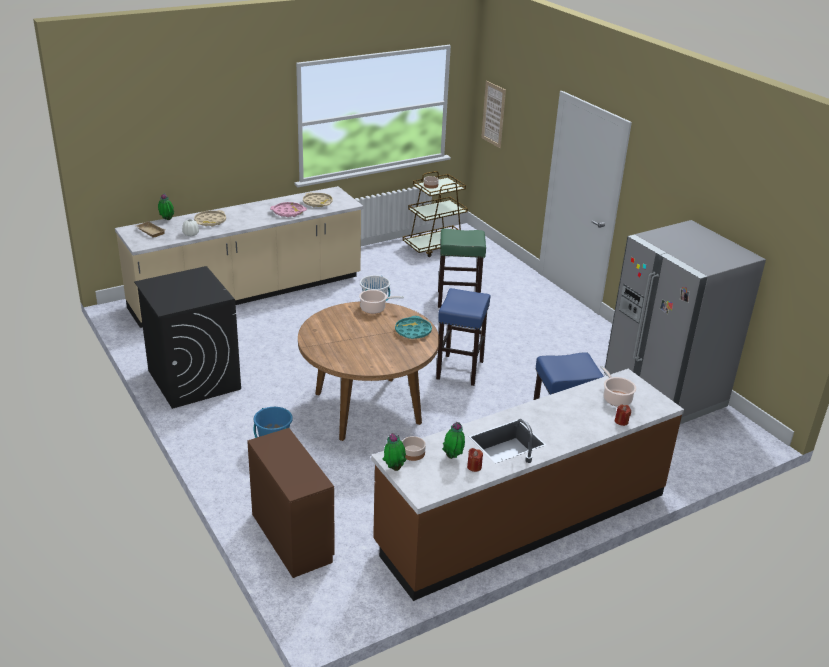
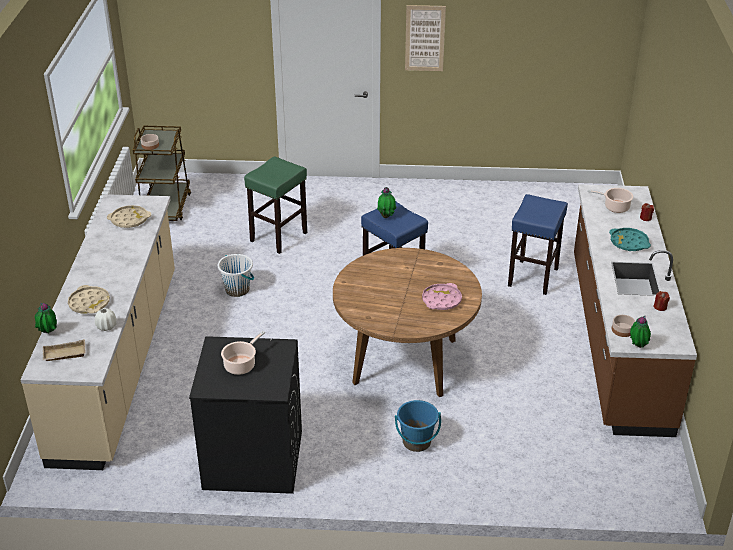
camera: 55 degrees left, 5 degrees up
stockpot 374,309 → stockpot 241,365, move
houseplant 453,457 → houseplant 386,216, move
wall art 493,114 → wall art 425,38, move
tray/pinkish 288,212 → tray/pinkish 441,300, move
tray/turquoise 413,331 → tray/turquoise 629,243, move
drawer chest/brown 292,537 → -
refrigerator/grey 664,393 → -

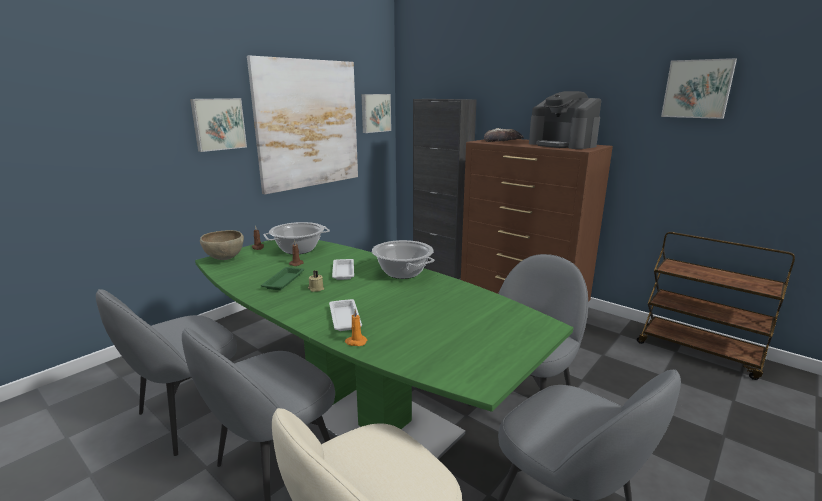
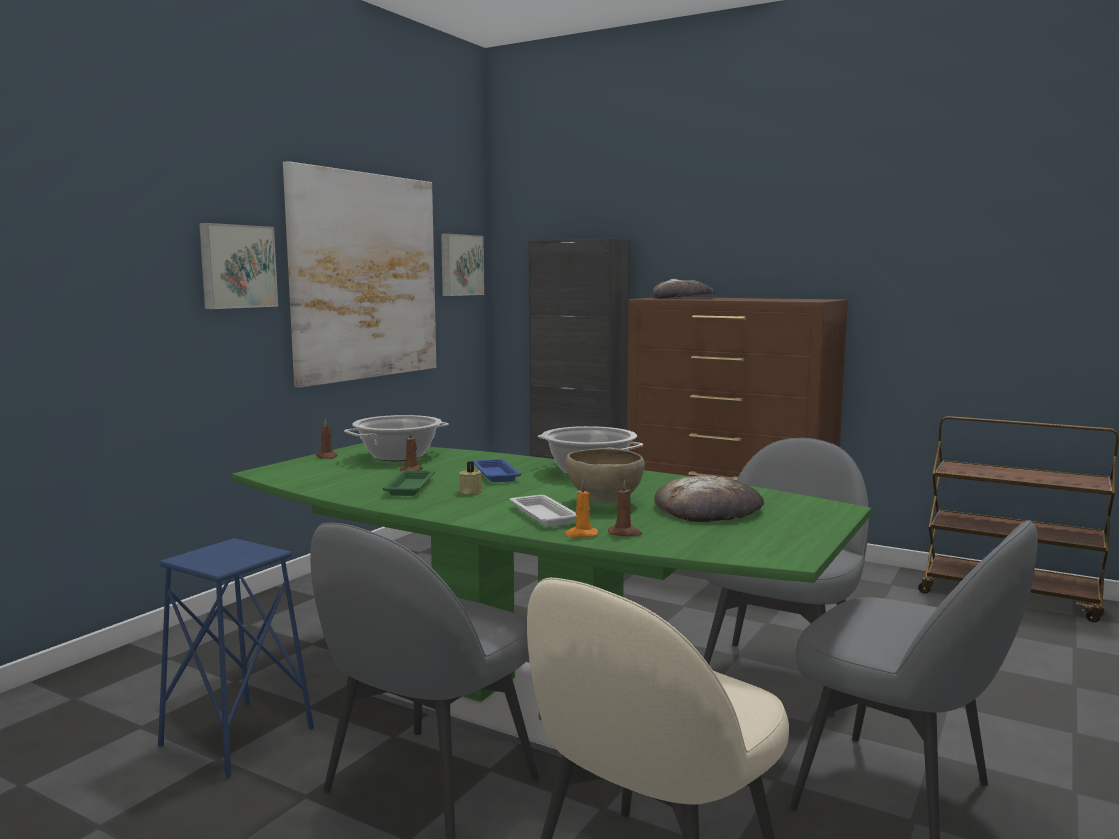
camera: 10 degrees left, 10 degrees down
chair/grey 189,416 → stool/blue 237,737
tray/white 343,271 → tray/blue 495,474
deep dish/brown 224,259 → deep dish/brown 604,503, move
- → wax light/brown 625,533
- → bread 708,508
coffee machine 562,145 → -
wall art 697,89 → -

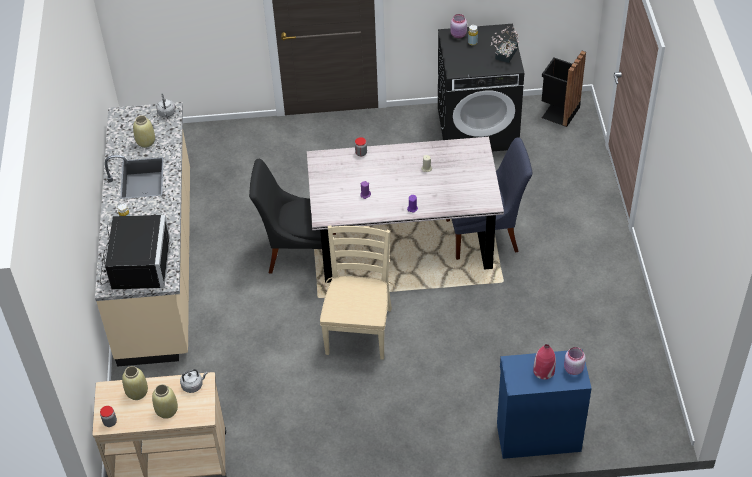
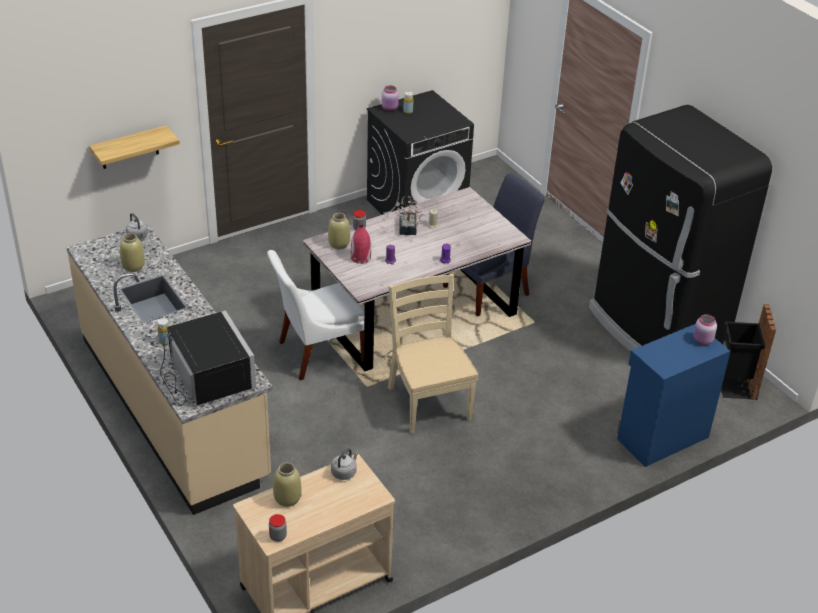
camera: 30 degrees left, 10 degrees down
- → shelf 129,148
chair/black-coloured 298,252 → chair/white 317,353
decorative vase/beige 166,410 → decorative vase/beige 338,244, move
decorative vase/red 543,371 → decorative vase/red 360,258, move
houseplant 504,56 → houseplant 407,229, move
- → refrigerator/black-coloured 655,330
rubbish bin/black-coloured 558,112 → rubbish bin/black-coloured 734,385, move

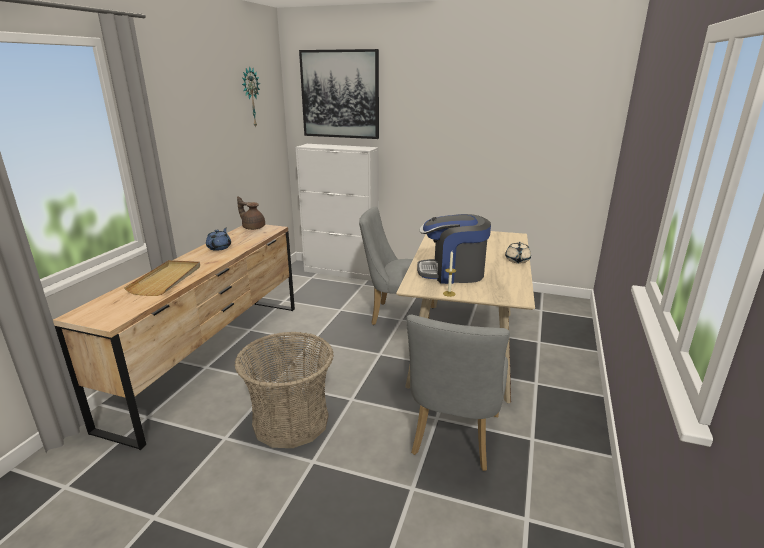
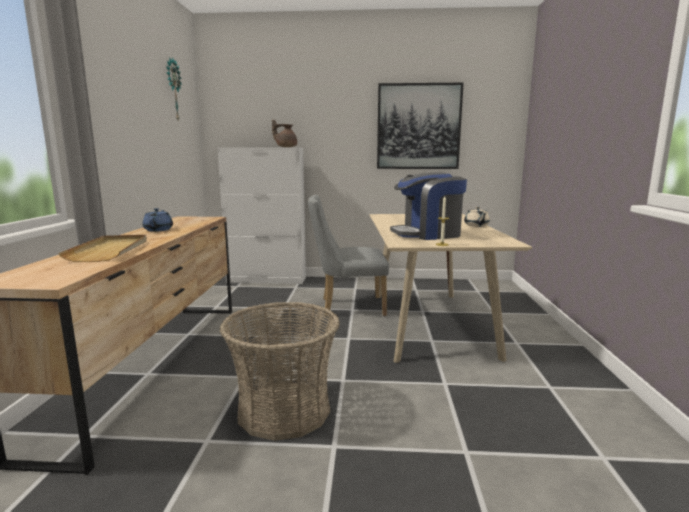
camera: 15 degrees left, 10 degrees down
pot for tea/brown 253,227 → pot for tea/brown 286,147, move
wall art 340,94 → wall art 418,127, move
chair/grey 453,439 → -

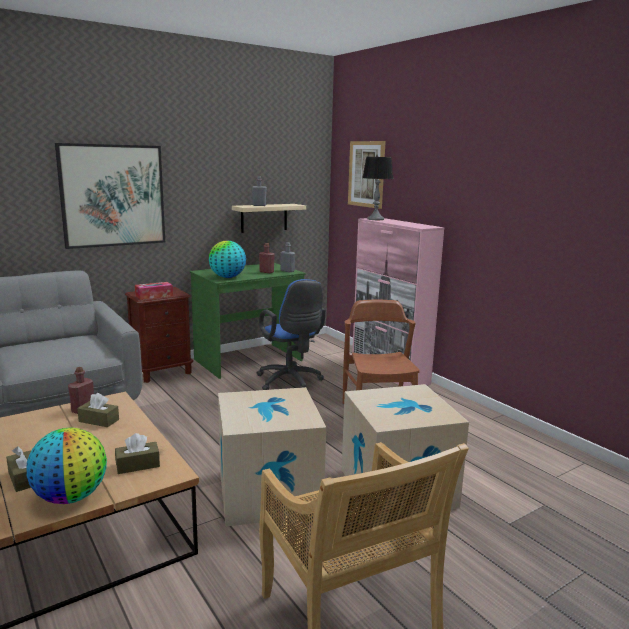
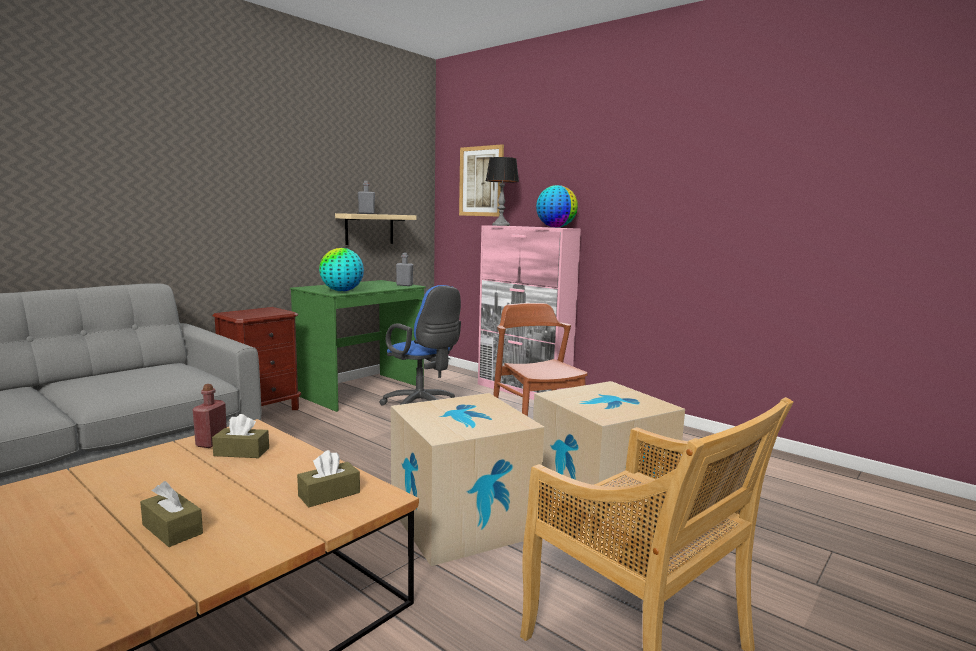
camera: 15 degrees left, 5 degrees down
world globe 71,497 → world globe 555,227, move
wall art 113,195 → -
tissue holder 154,296 → -
bottle/red 266,272 → -

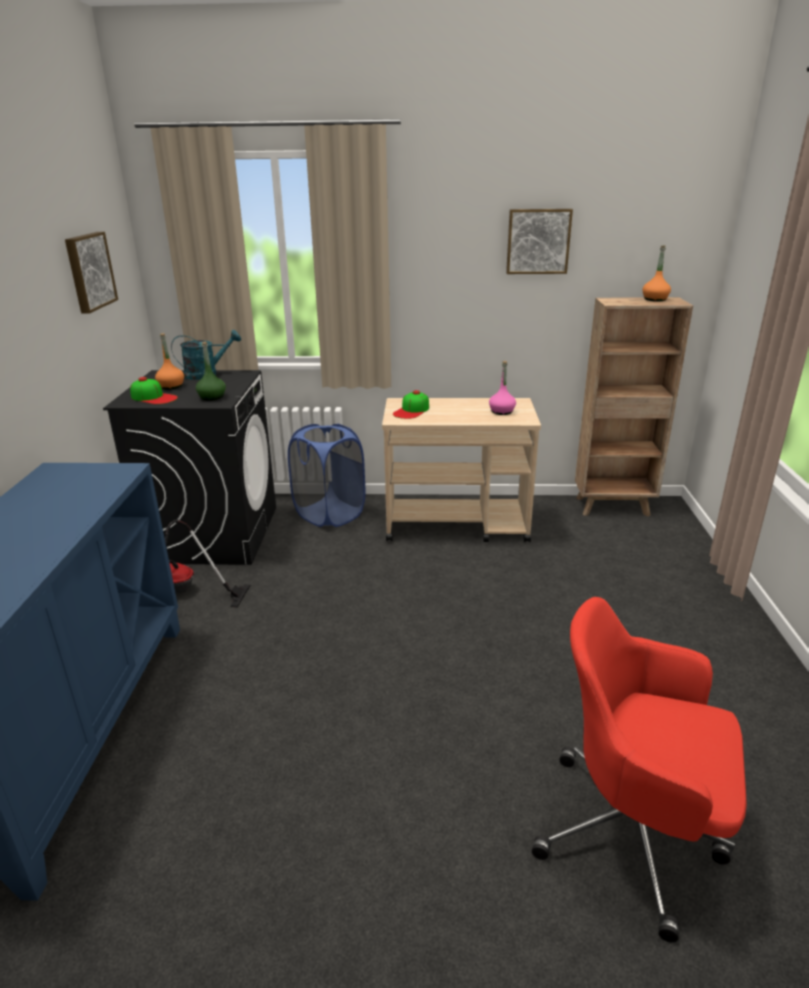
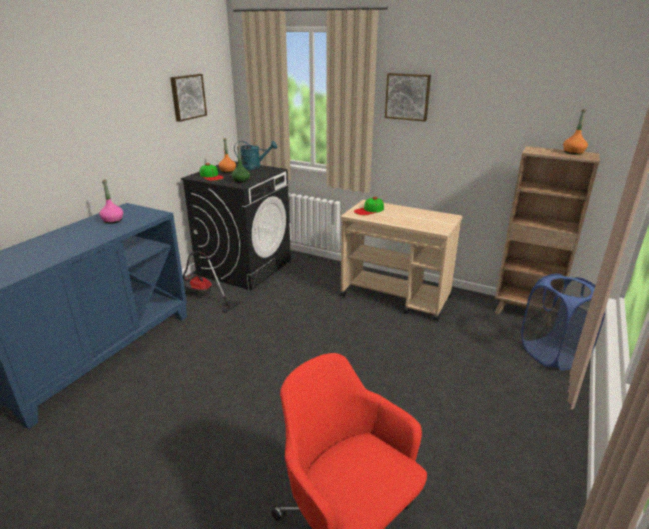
camera: 25 degrees right, 0 degrees up
bottle/pinkish 502,411 → bottle/pinkish 113,220, move
wall art 538,241 → wall art 407,96, move
washing basket/blue 329,514 → washing basket/blue 552,354, move

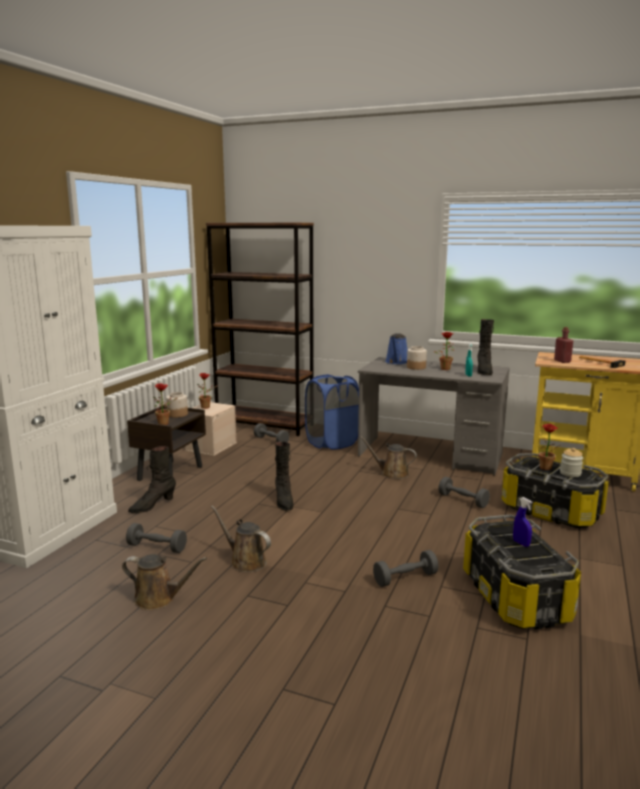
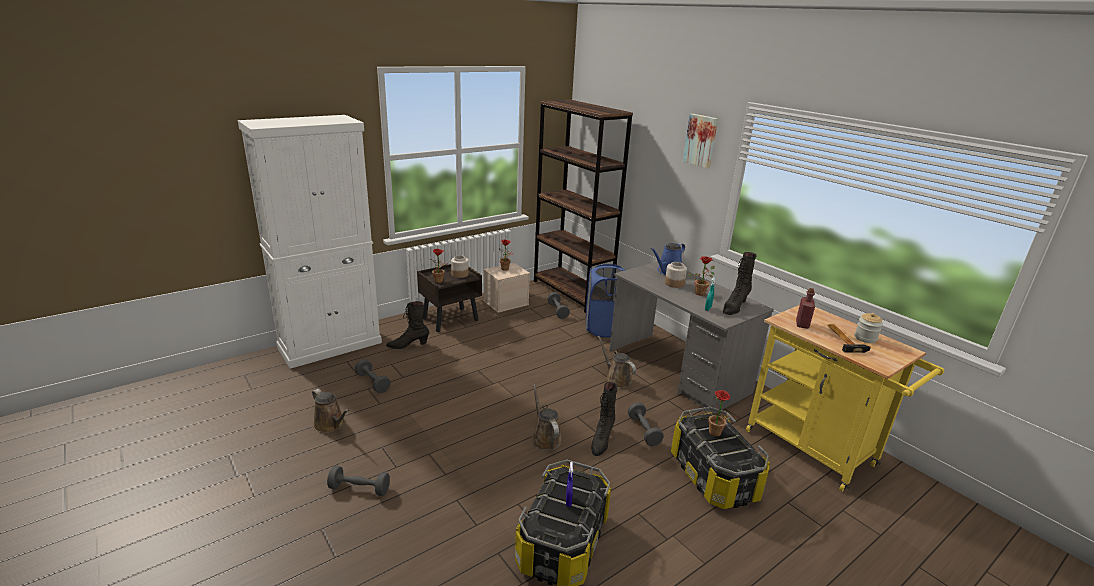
camera: 30 degrees right, 10 degrees up
dumbbell/grey 405,578 → dumbbell/grey 359,489, move
watering pot/brown 245,561 → watering pot/brown 545,438, move
high-top boot/black-coloured 284,501 → high-top boot/black-coloured 601,441, move
- → wall art 701,140
preserve jar 570,473 → preserve jar 865,338, move

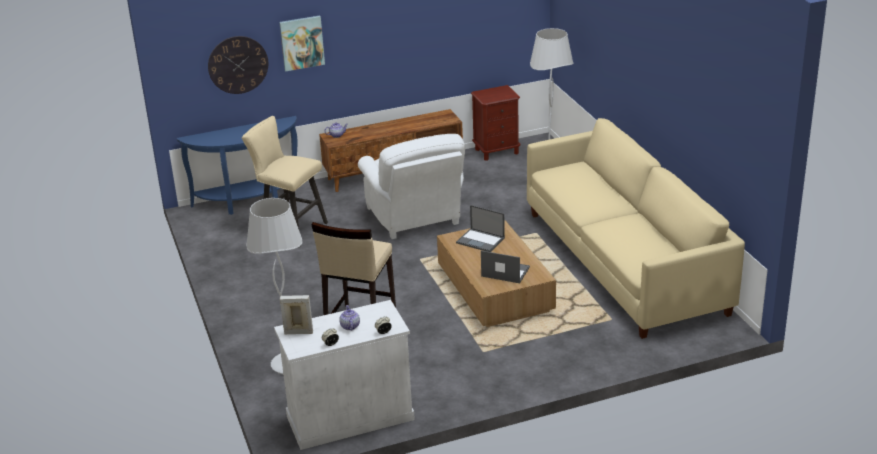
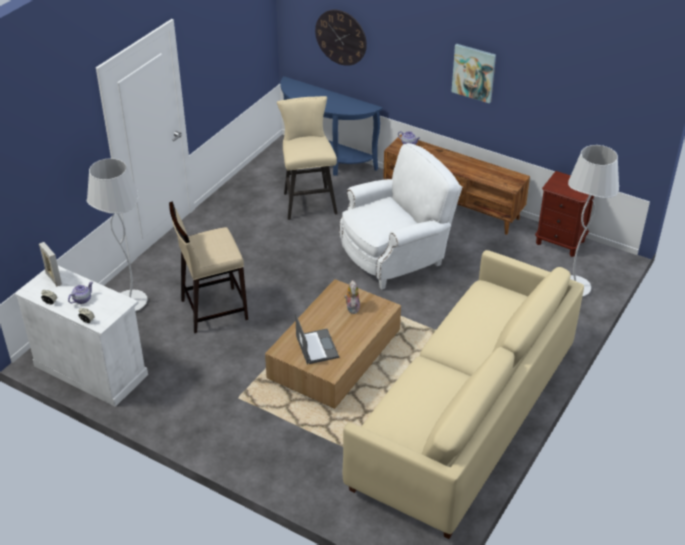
camera: 50 degrees right, 10 degrees up
easy chair/white 415,218 → easy chair/white 396,254, 150 degrees counterclockwise
laptop 481,240 → cuddly toy 352,307
wall art 302,42 → wall art 474,72, move

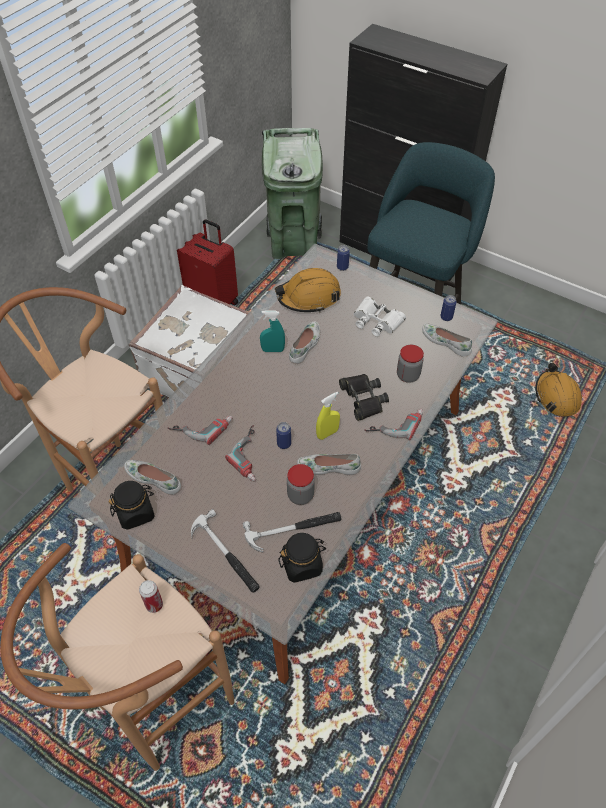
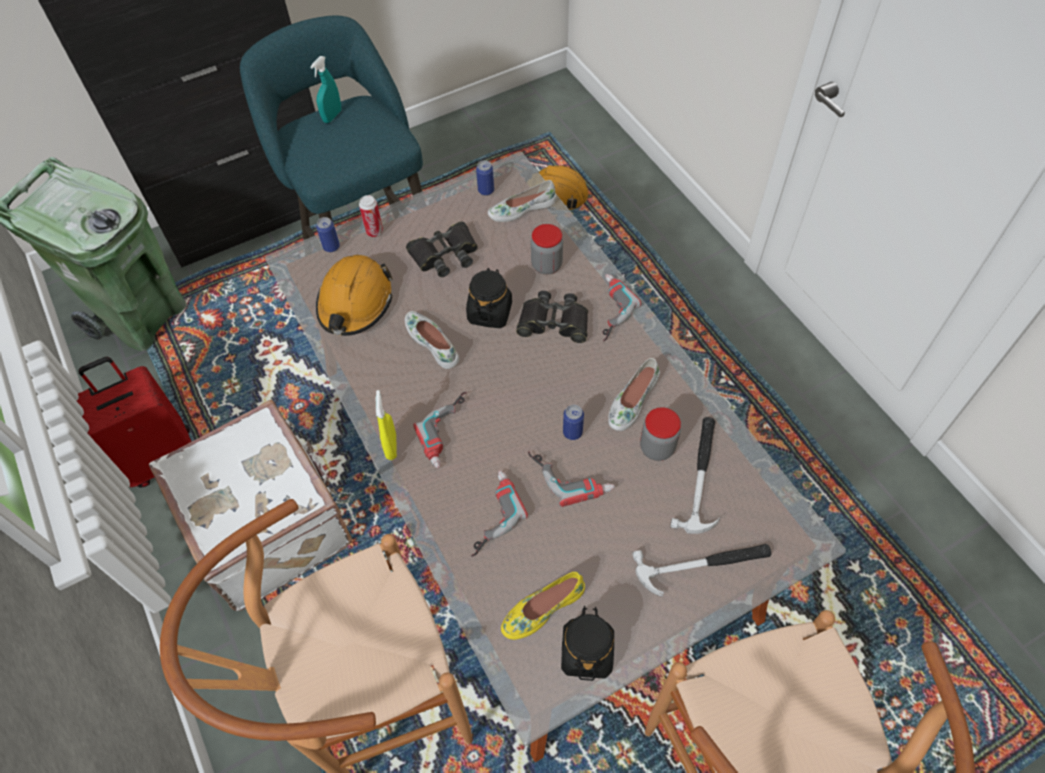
camera: 60 degrees left, 5 degrees up
sprayer/turquoise 273,350 → sprayer/turquoise 332,116, move
metal can 154,605 → metal can 374,232, move
sprayer/yellow 327,433 → sprayer/yellow 391,446, move
binoculars/white 377,321 → binoculars/black-coloured 445,254
- → drill 450,433
preserve jar/black-coloured 302,564 → preserve jar/black-coloured 490,312, move
item of footwear/white 153,478 → item of footwear/yellow 542,608

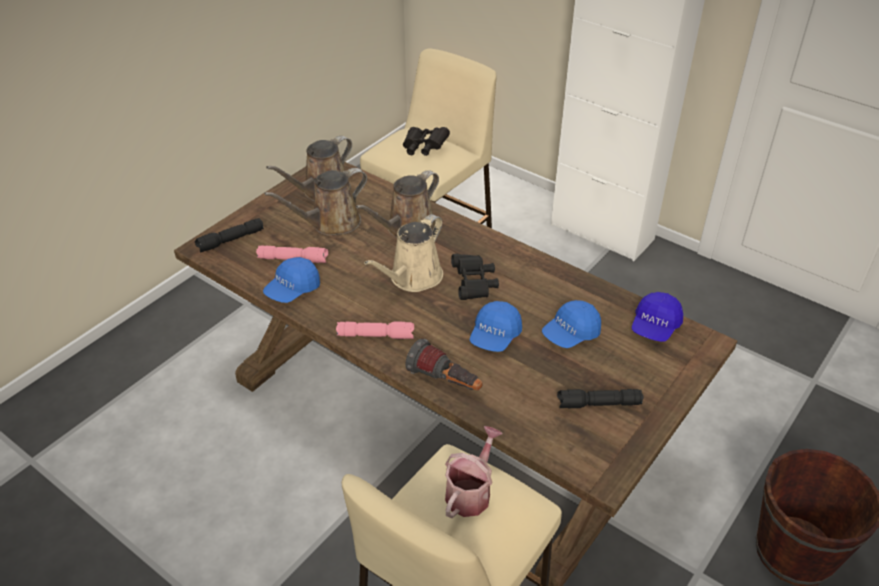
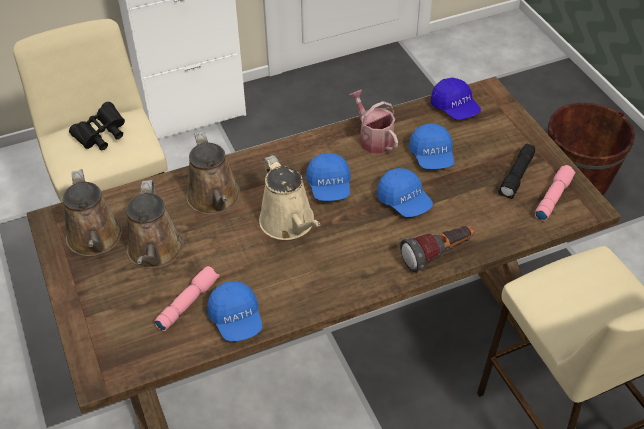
camera: 60 degrees left, 5 degrees up
binoculars/black-coloured 474,284 → cap/blue 329,187
watering pot 471,492 → watering pot 373,138, move
flashlight/pinkish 376,335 → flashlight/pinkish 552,197, move
flashlight/black-coloured 230,241 → -

